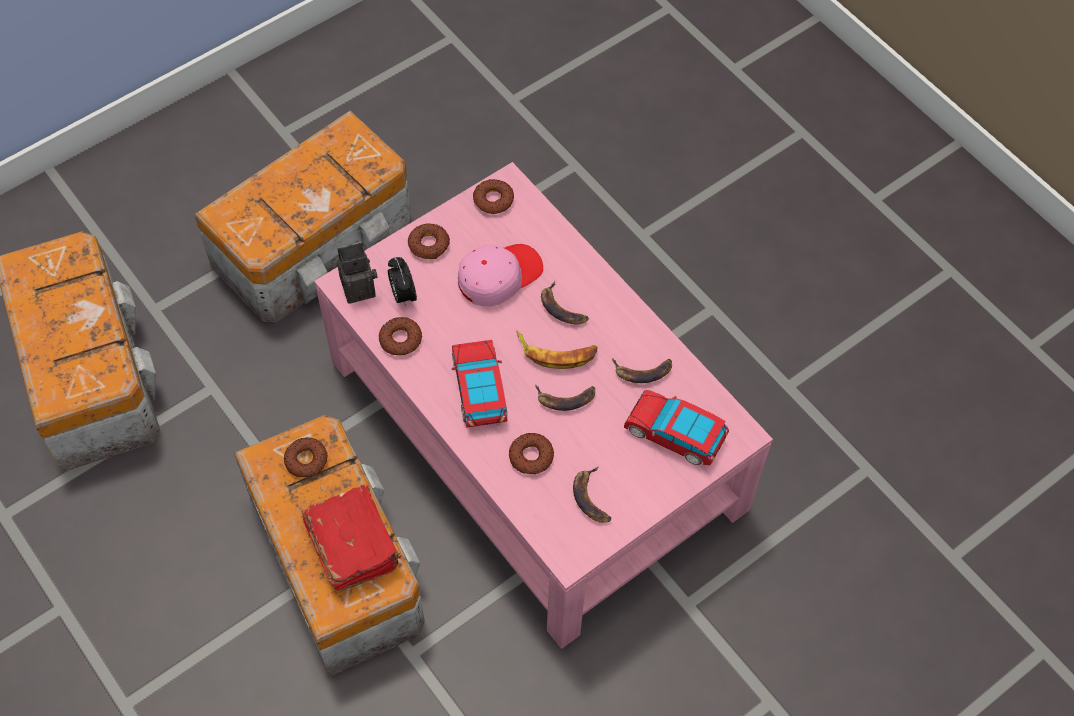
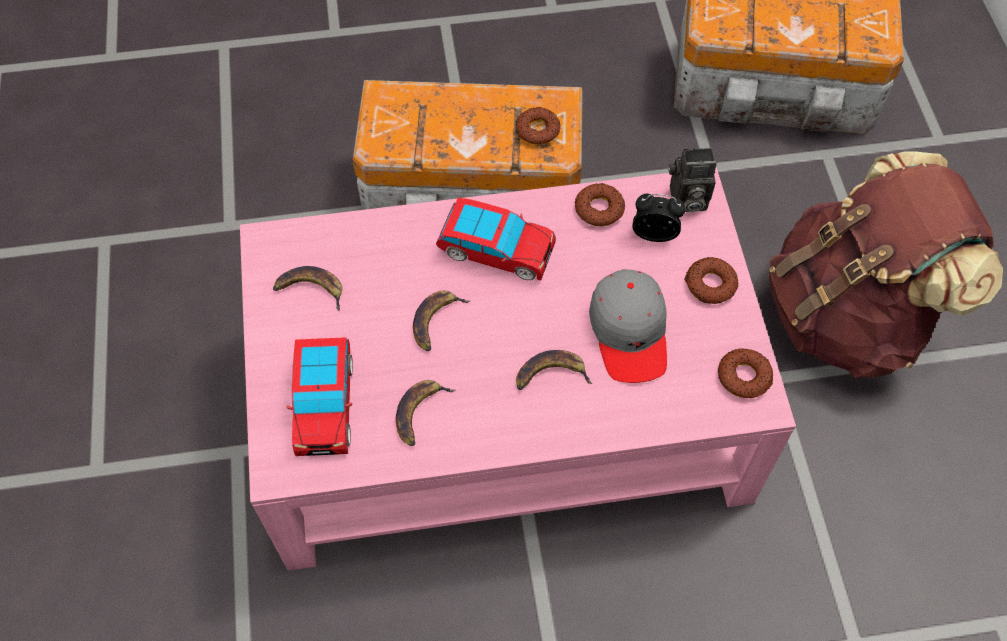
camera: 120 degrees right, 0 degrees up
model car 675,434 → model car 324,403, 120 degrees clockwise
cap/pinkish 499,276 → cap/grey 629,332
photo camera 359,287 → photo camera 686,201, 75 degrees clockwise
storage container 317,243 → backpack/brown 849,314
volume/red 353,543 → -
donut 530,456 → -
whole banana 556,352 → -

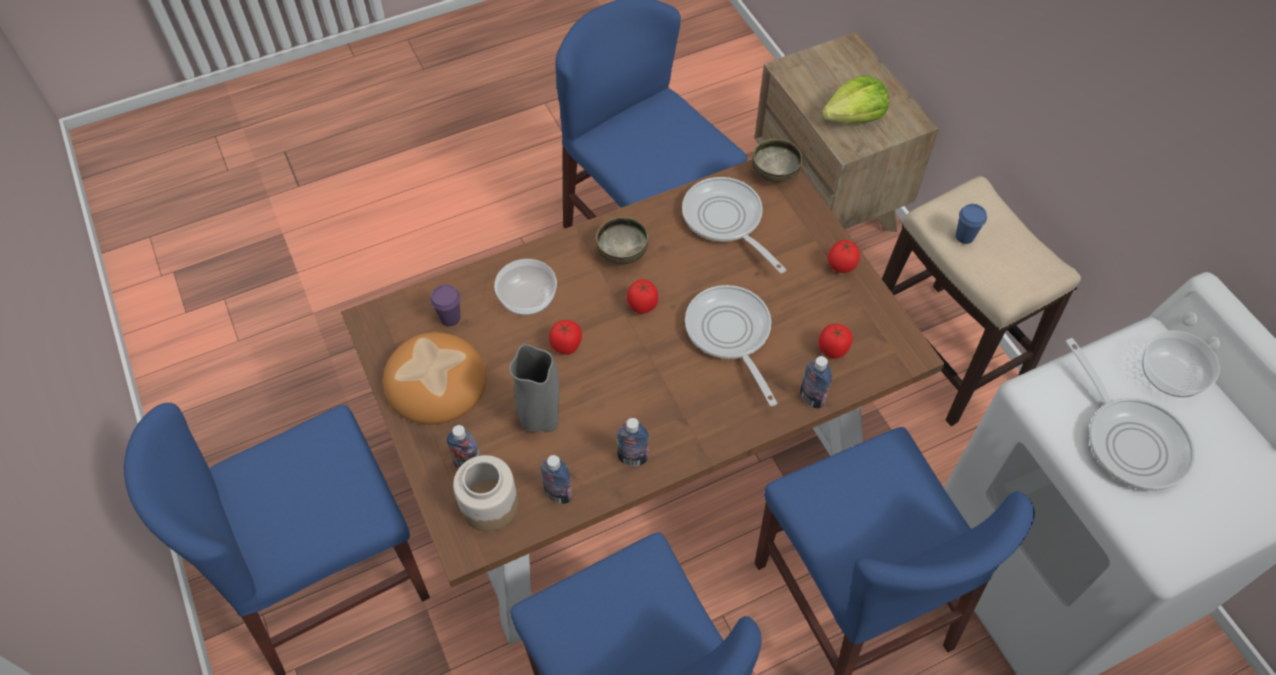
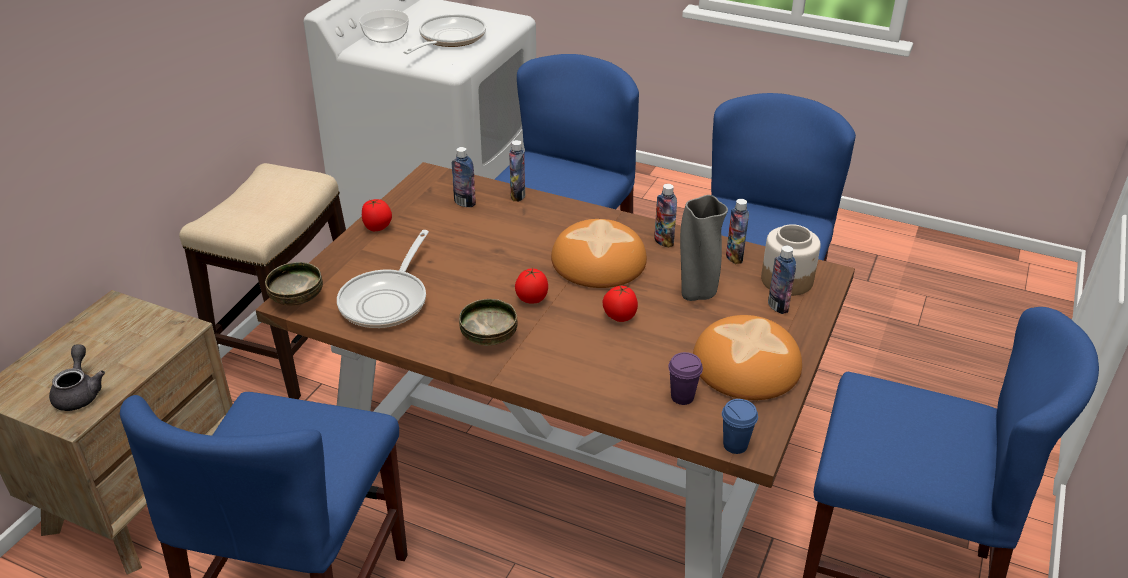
camera: 130 degrees left, 20 degrees down
- → pot for tea/grey 80,392
tomato 833,350 → bottle 464,203
- → bread 597,261
small cup/blue 964,236 → small cup/blue 735,445, move
deep dish 527,298 → -
pan 730,335 → -
lettuce head 854,117 → -

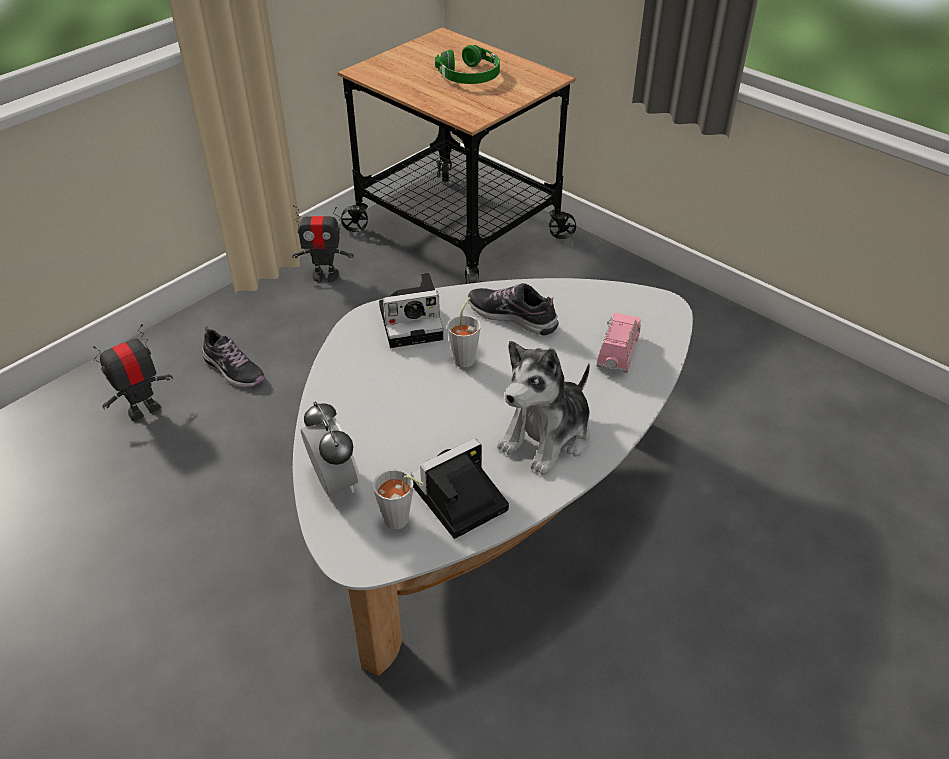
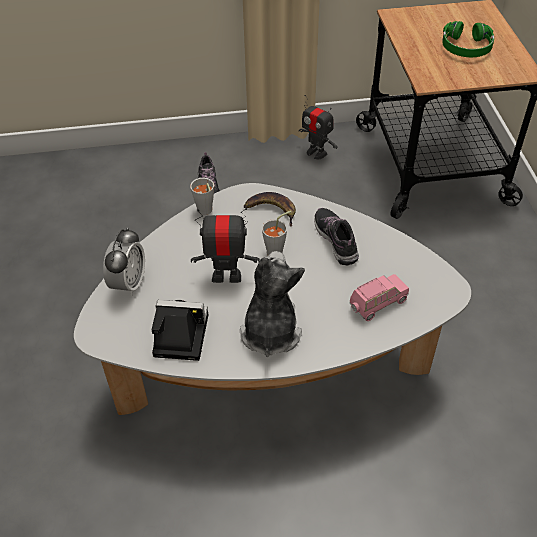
camera: 40 degrees right, 5 degrees up
small cup/grey 401,522 → small cup/grey 205,212, move
toy robot 144,410 → toy robot 226,276, move
cuddly toy 547,436 → cuddly toy 270,331, 105 degrees clockwise
photo camera 413,321 → whole banana 272,210

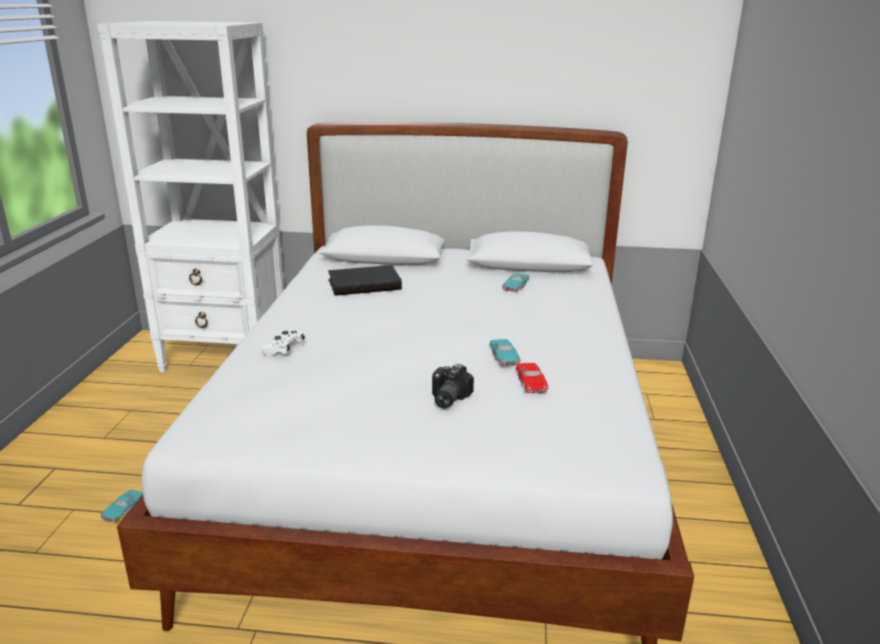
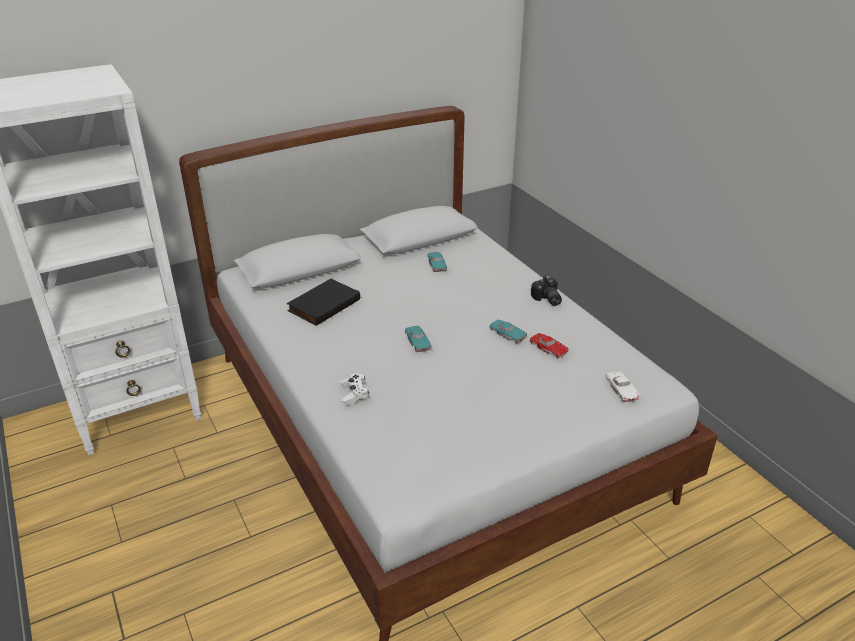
camera: 35 degrees left, 10 degrees up
model car/turquoise 123,508 → model car/turquoise 417,341, move
photo camera 446,398 → photo camera 546,299, move
- → model car/white 621,389

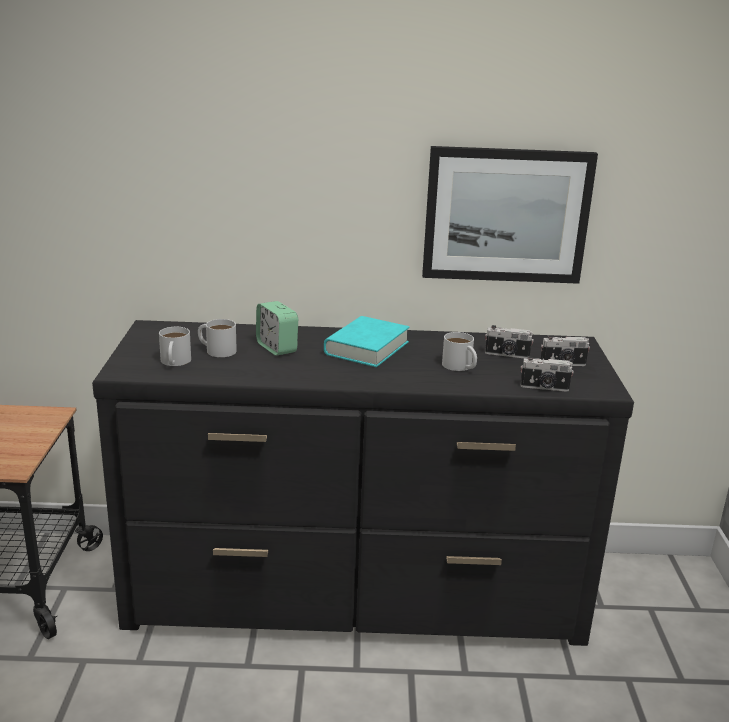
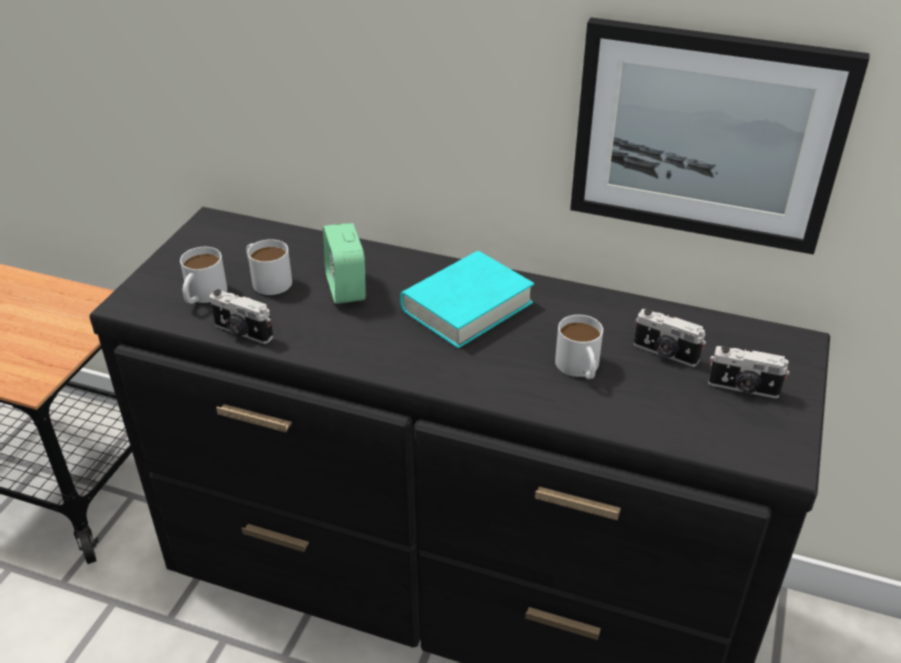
camera: 20 degrees right, 15 degrees up
photo camera 544,388 → photo camera 242,332, move

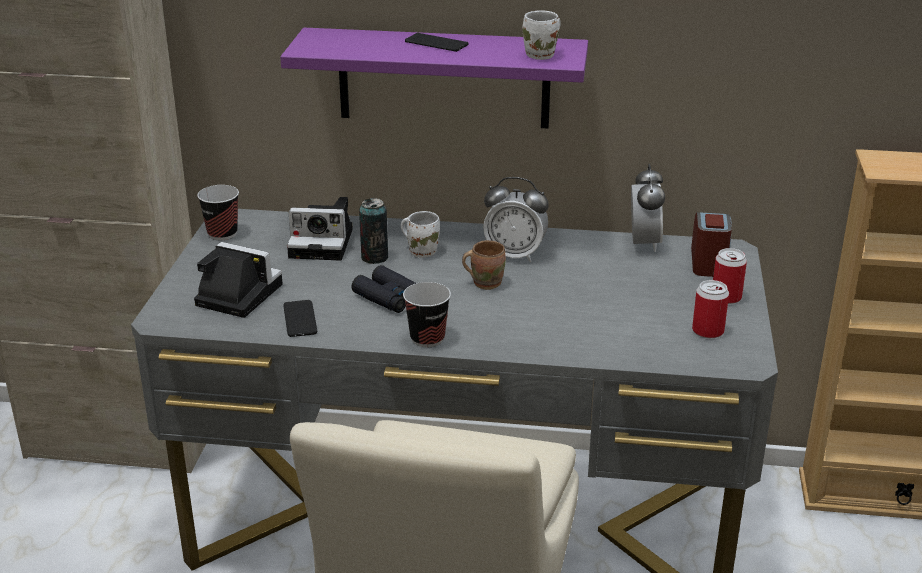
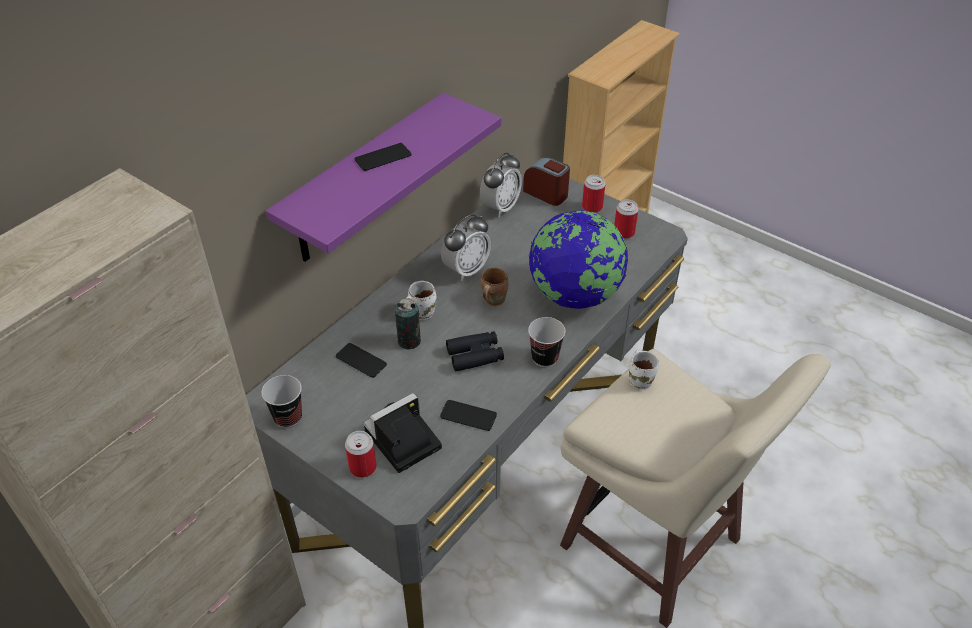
camera: 60 degrees left, 15 degrees up
photo camera 324,243 → phone 361,360
- → metal can 363,467
alarm clock 644,243 → alarm clock 500,207, 90 degrees clockwise
- → world globe 575,295
tea mug/white 542,55 → tea mug/white 641,380, move

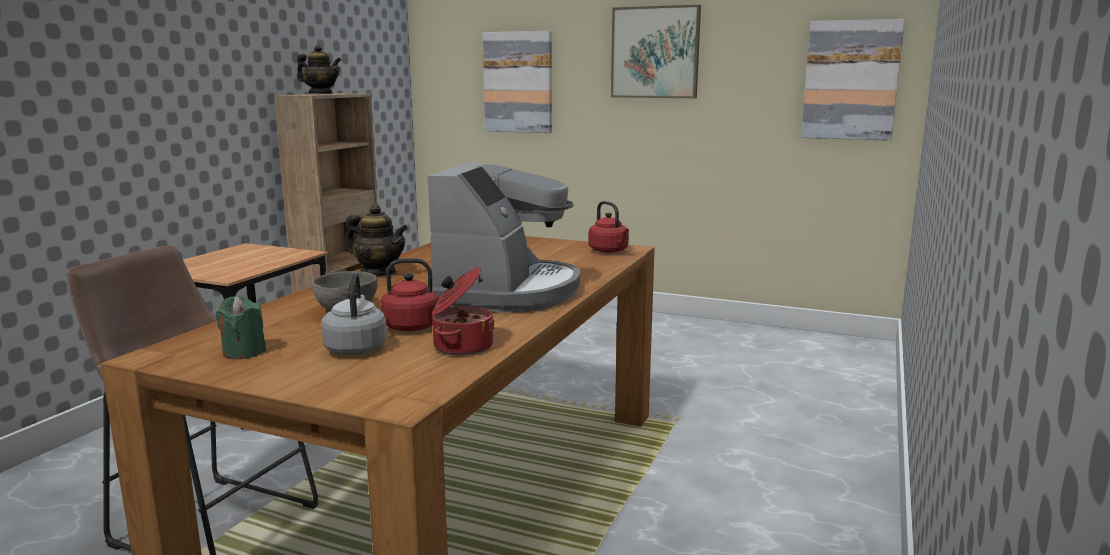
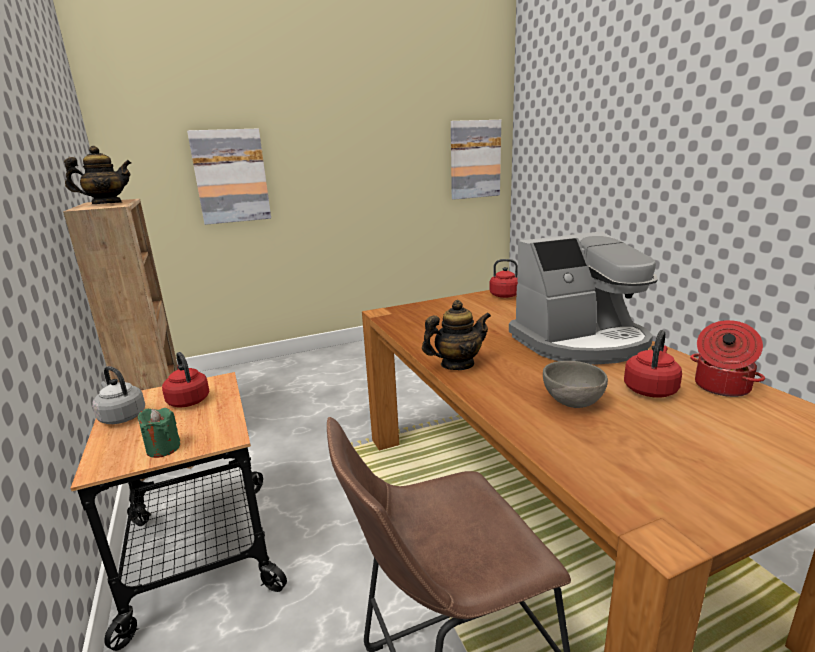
camera: 45 degrees left, 5 degrees up
kettle/grey 356,348 → kettle/grey 121,416, move
wax light/green 244,352 → wax light/green 163,448, move
- → kettle/red 188,400
coffee machine 507,292 → coffee machine 580,342, 105 degrees clockwise
wall art 655,52 → -

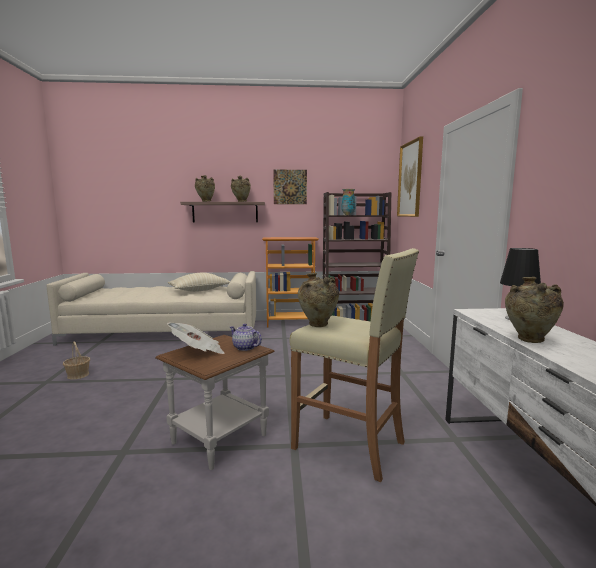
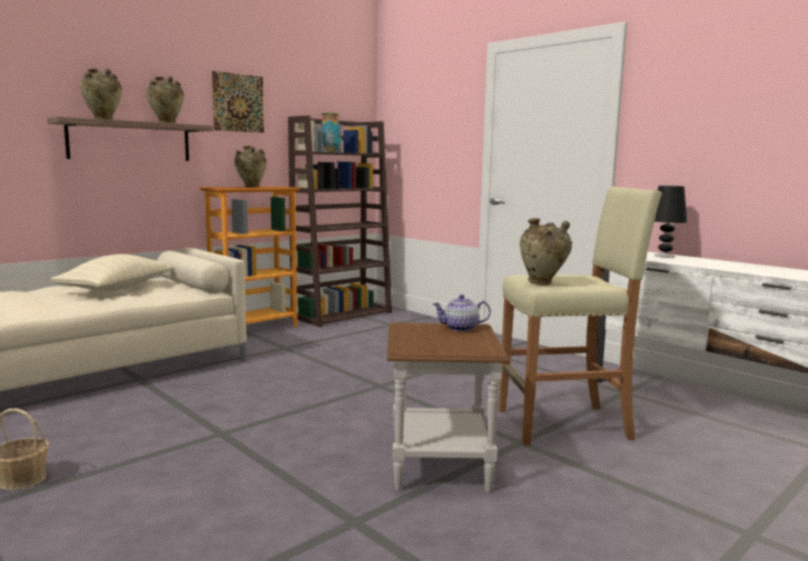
camera: 40 degrees left, 0 degrees up
decorative vase/beige 529,340 → decorative vase/beige 251,187, move
daily paper 198,352 → -
wall art 410,179 → -

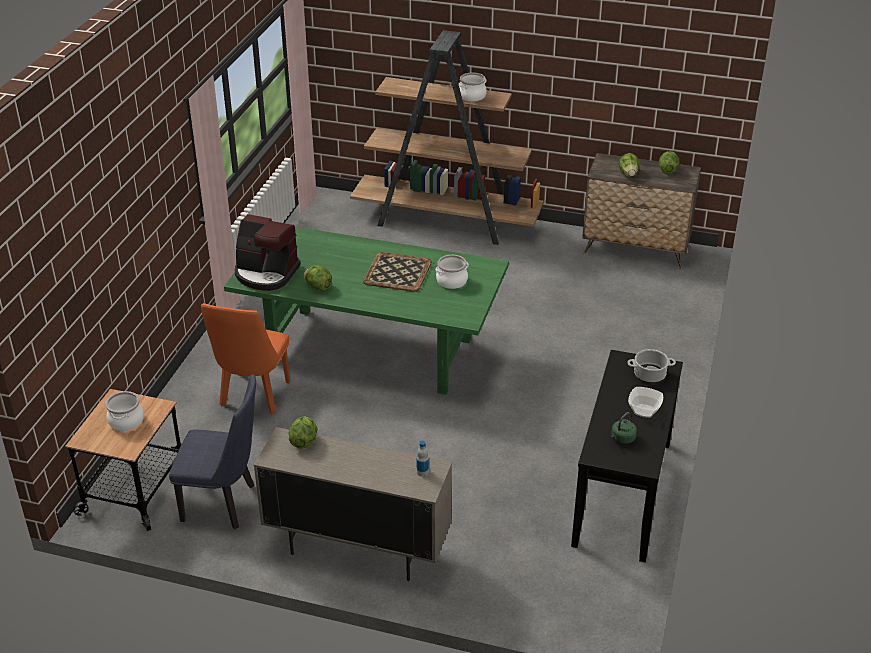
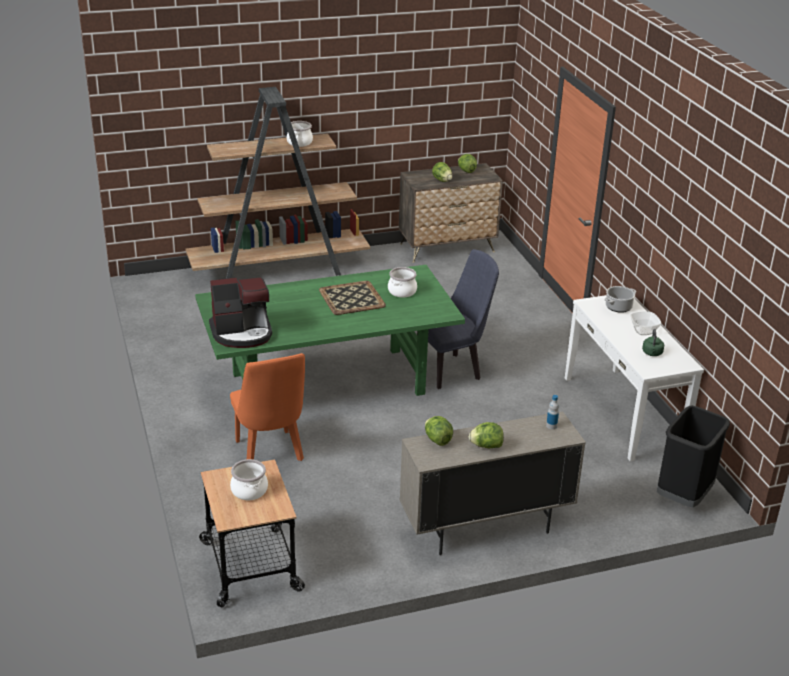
camera: 35 degrees left, 5 degrees down
chair/blue 225,503 → chair/blue 453,370, move
lettuce head 318,287 → lettuce head 486,446, move
narrow table/black-coloured 623,493 → narrow table/white 623,413
- → rubbish bin/black-coloured 684,496

